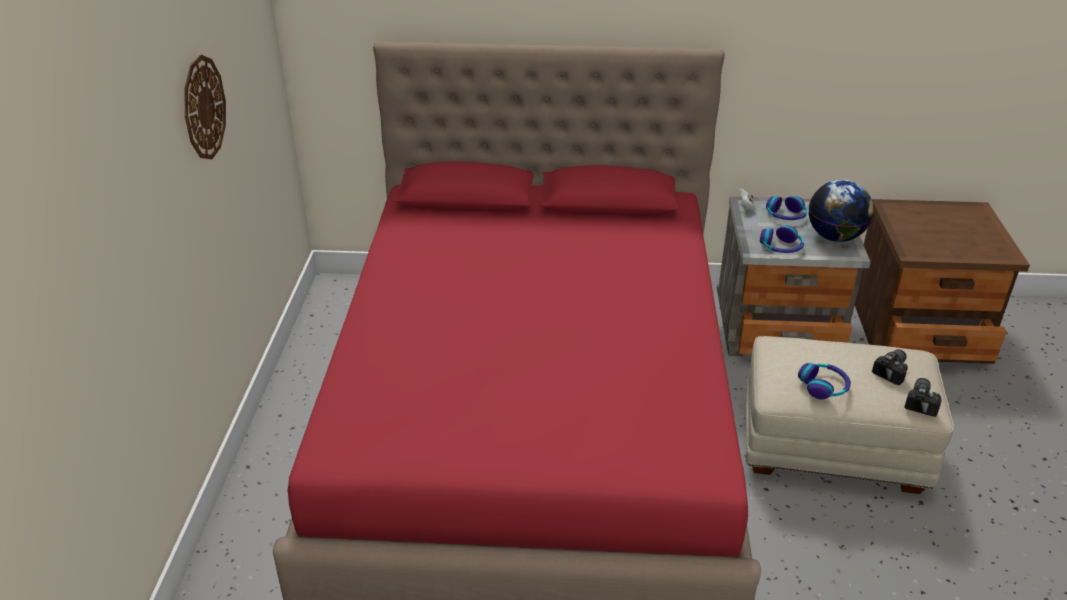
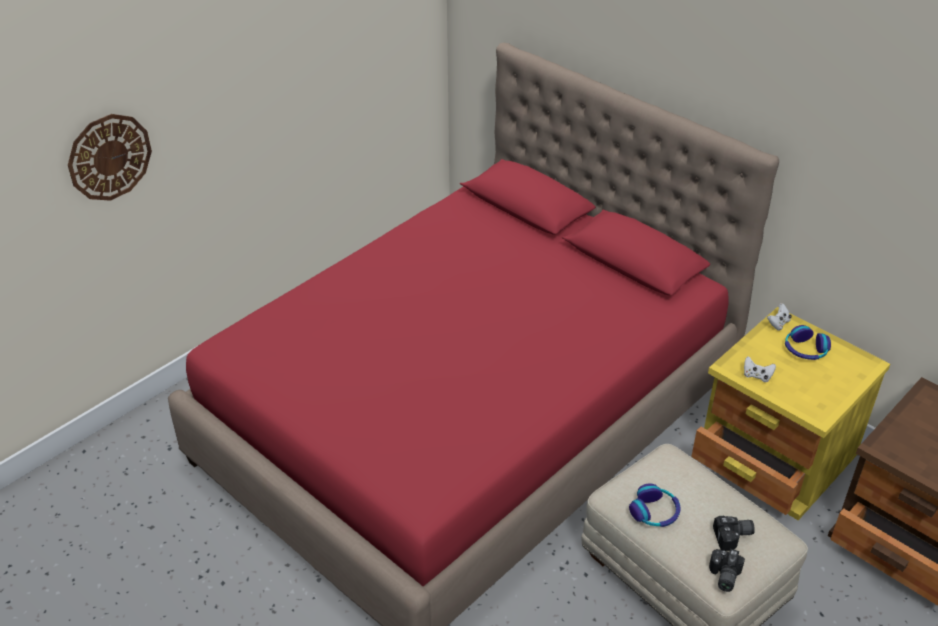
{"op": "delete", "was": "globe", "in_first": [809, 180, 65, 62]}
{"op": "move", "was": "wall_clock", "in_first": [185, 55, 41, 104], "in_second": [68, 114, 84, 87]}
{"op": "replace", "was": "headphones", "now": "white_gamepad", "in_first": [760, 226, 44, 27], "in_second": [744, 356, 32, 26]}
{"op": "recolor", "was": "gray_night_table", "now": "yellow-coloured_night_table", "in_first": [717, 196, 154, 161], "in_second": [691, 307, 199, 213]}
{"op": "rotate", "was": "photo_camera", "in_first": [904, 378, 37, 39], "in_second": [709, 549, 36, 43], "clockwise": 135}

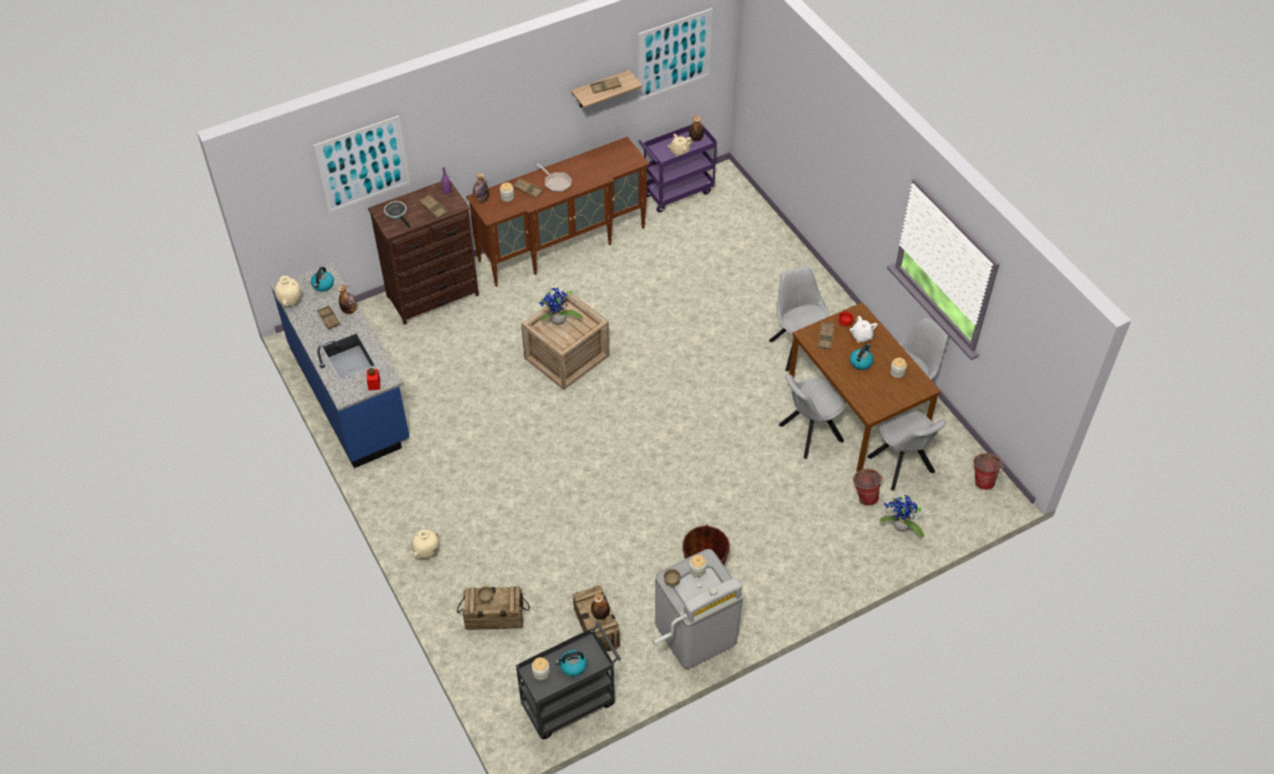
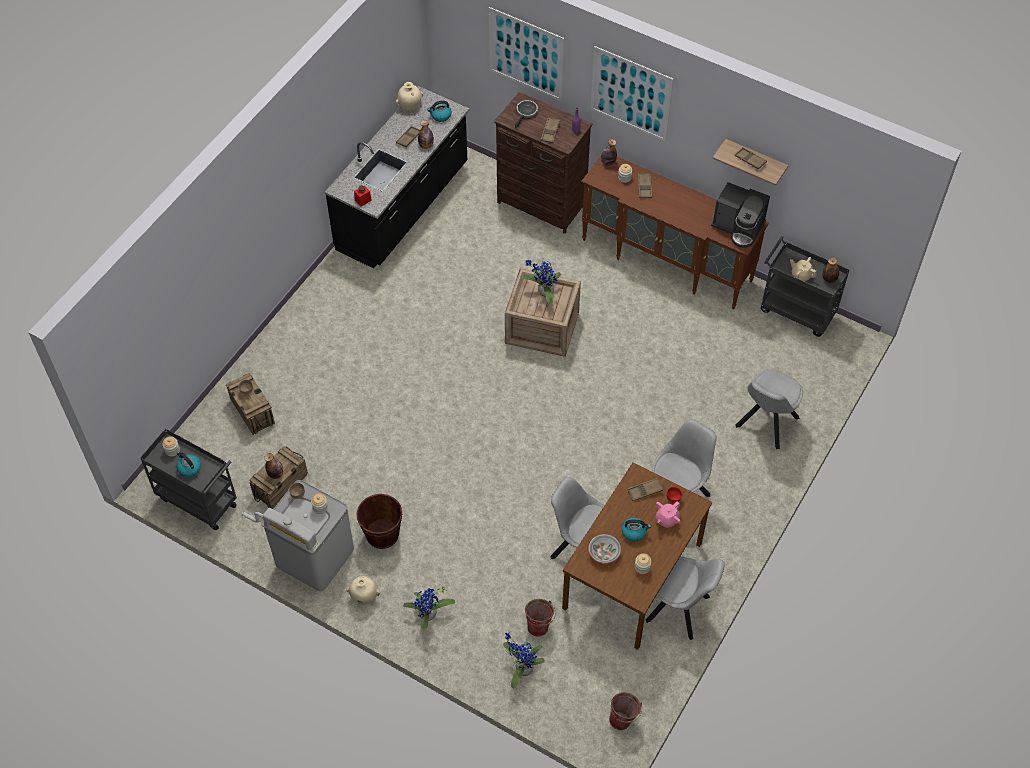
{"op": "delete", "was": "skillet", "in_first": [536, 164, 36, 28]}
{"op": "insert", "now": "houseplant", "in_second": [403, 587, 52, 43]}
{"op": "insert", "now": "serving_bowl", "in_second": [588, 534, 33, 29]}
{"op": "insert", "now": "coffee_maker", "in_second": [711, 182, 59, 66]}
{"op": "move", "was": "sand-coloured_vase", "in_first": [412, 529, 28, 30], "in_second": [346, 576, 34, 29]}
{"op": "move", "was": "picture", "in_first": [638, 8, 75, 94], "in_second": [590, 46, 84, 96]}
{"op": "move", "was": "gray_plain_chair", "in_first": [867, 409, 79, 82], "in_second": [735, 370, 68, 79]}
{"op": "recolor", "was": "blue-coloured_counter", "now": "black_counter", "in_first": [271, 262, 139, 206], "in_second": [325, 86, 144, 183]}
{"op": "recolor", "was": "purple_trolley", "now": "gray_trolley", "in_first": [638, 123, 79, 90], "in_second": [761, 236, 88, 101]}
{"op": "recolor", "was": "white_teapot", "now": "pink-coloured_teapot", "in_first": [850, 316, 28, 27], "in_second": [655, 501, 26, 27]}

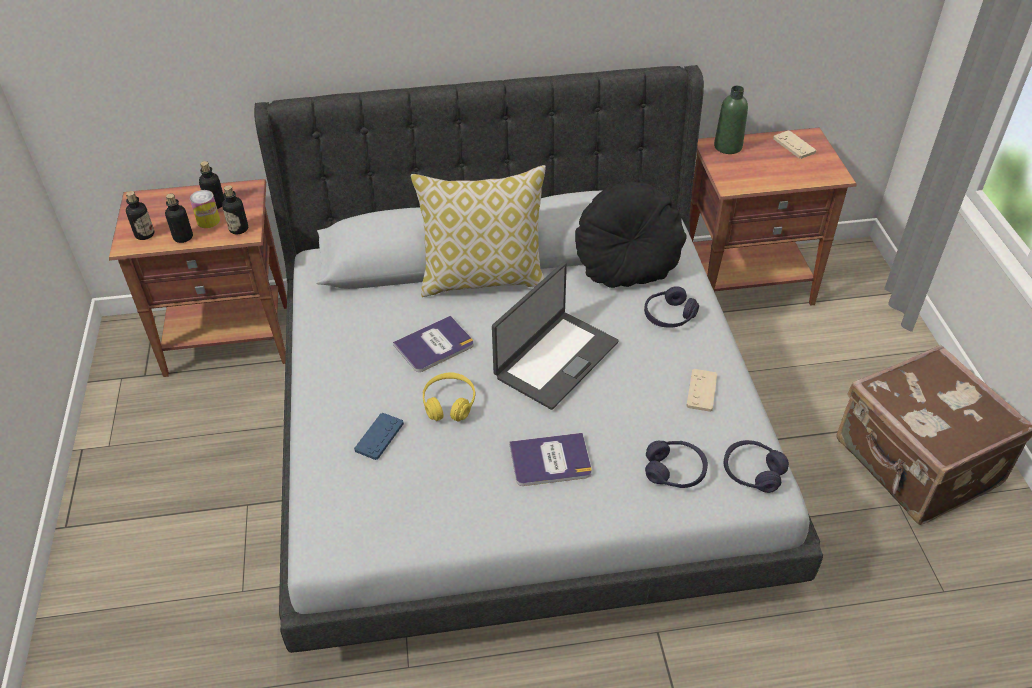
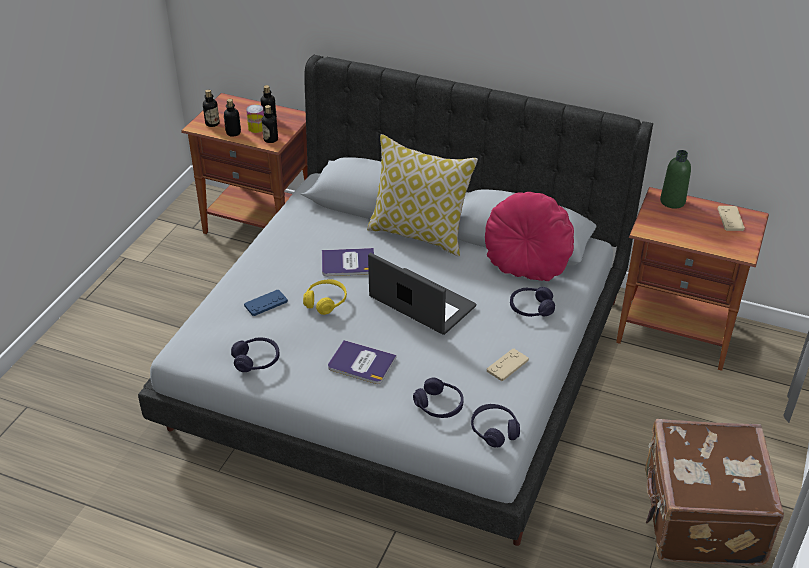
{"op": "insert", "now": "purple_headphones", "in_second": [231, 338, 49, 34]}
{"op": "recolor", "was": "black_pillow", "now": "pink-coloured_pillow", "in_first": [575, 182, 112, 106], "in_second": [485, 192, 89, 89]}
{"op": "rotate", "was": "laptop", "in_first": [492, 262, 127, 148], "in_second": [368, 253, 108, 82], "clockwise": -120}

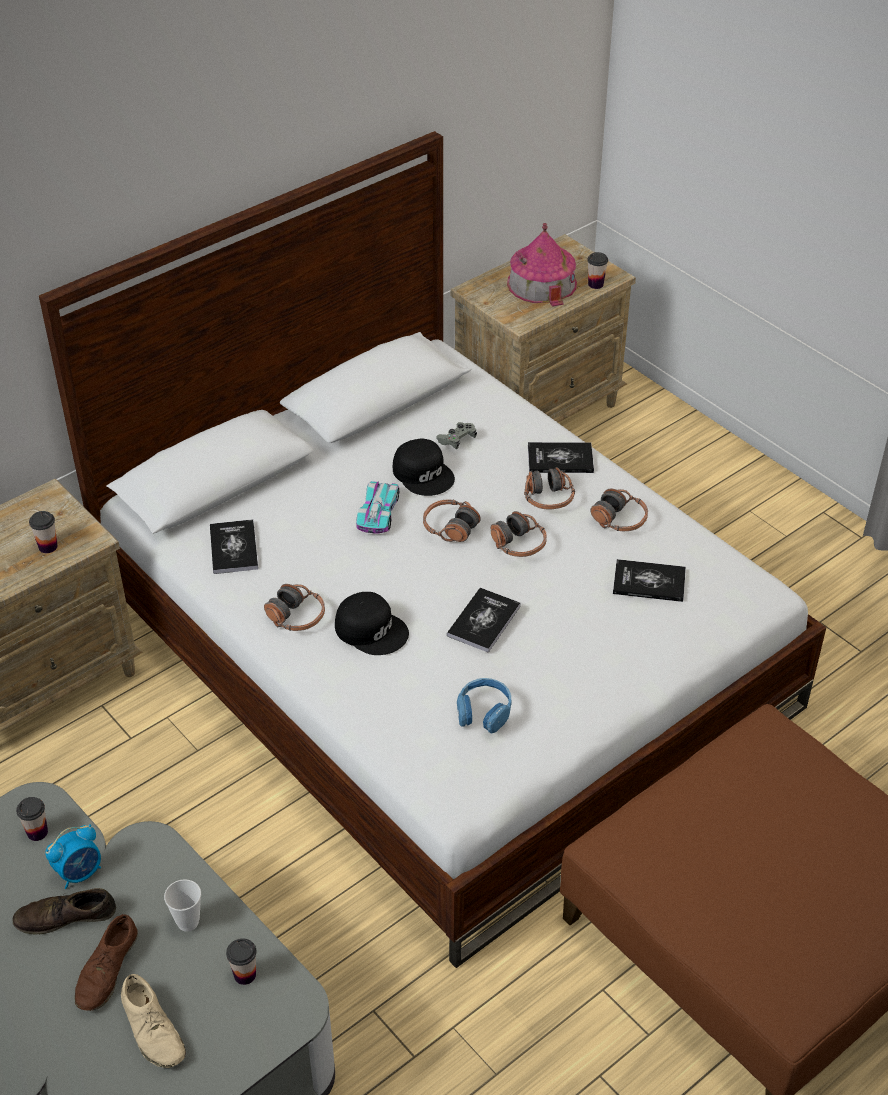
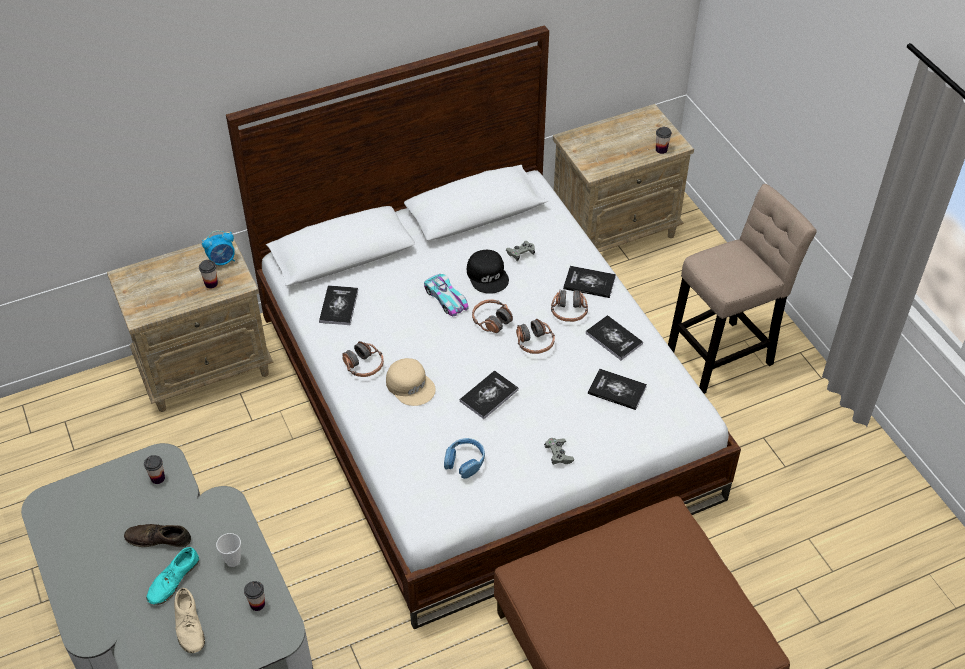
{"op": "delete", "was": "model_house", "in_first": [507, 223, 70, 84]}
{"op": "insert", "now": "gray_gamepad", "in_second": [544, 438, 30, 27]}
{"op": "insert", "now": "sand-coloured_stool", "in_second": [668, 184, 149, 210]}
{"op": "move", "was": "alarm_clock", "in_first": [45, 824, 56, 65], "in_second": [202, 230, 33, 35]}
{"op": "replace", "was": "headphones", "now": "bound_book", "in_first": [590, 488, 58, 43], "in_second": [586, 315, 57, 45]}
{"op": "recolor", "was": "brown-coloured_item_of_footwear", "now": "blue-green_item_of_footwear", "in_first": [74, 914, 64, 97], "in_second": [146, 547, 53, 58]}
{"op": "recolor", "was": "black_cap", "now": "sand-coloured_cap", "in_first": [335, 592, 74, 63], "in_second": [386, 358, 50, 48]}
{"op": "rotate", "was": "model_car", "in_first": [356, 481, 43, 53], "in_second": [424, 274, 44, 43], "clockwise": 120}

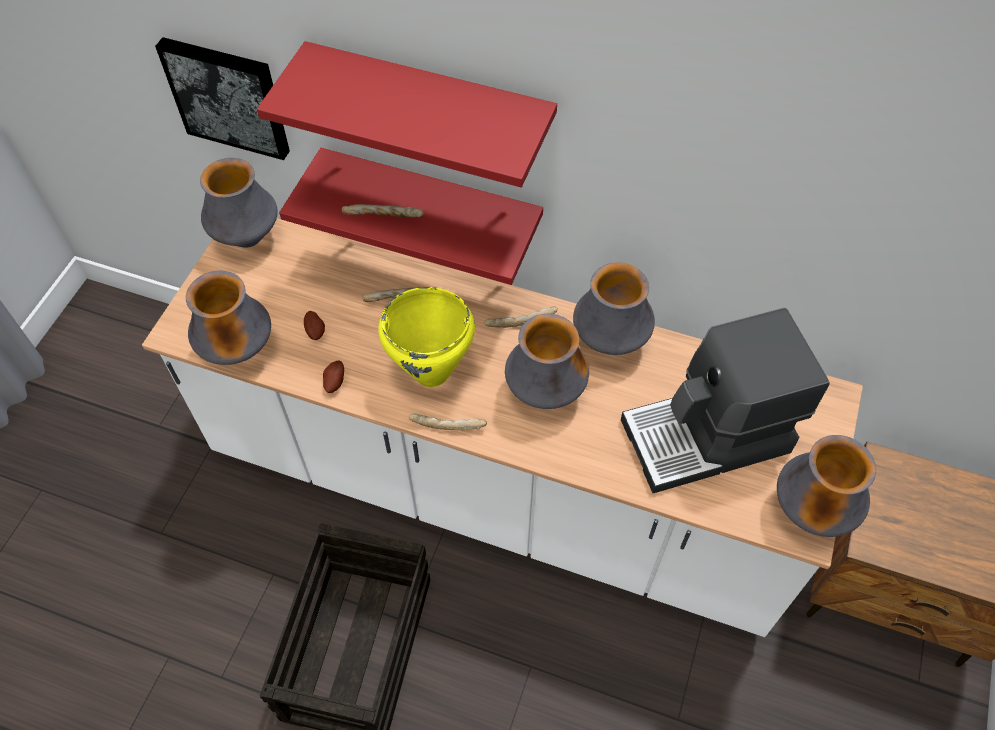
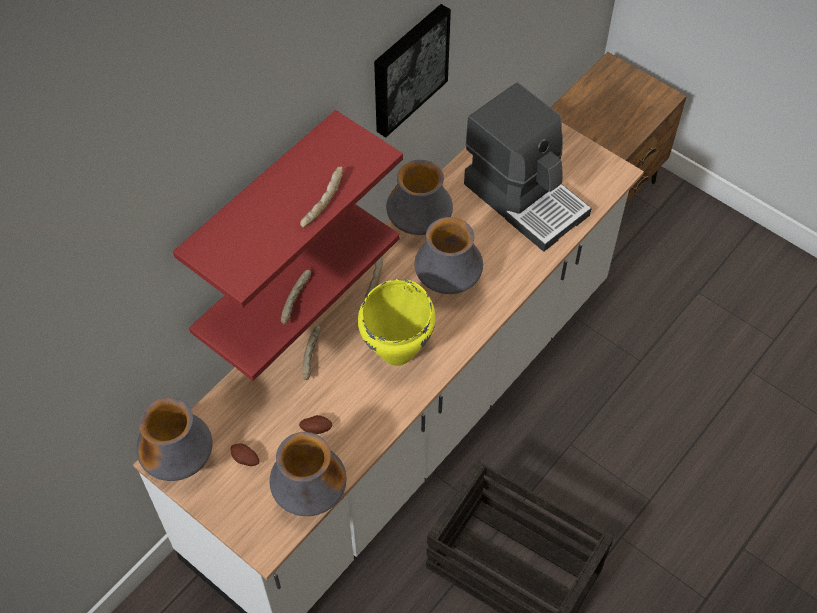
{"op": "delete", "was": "vase", "in_first": [777, 435, 99, 102]}
{"op": "move", "was": "picture", "in_first": [155, 37, 135, 123], "in_second": [374, 4, 77, 134]}
{"op": "move", "was": "spud", "in_first": [323, 361, 21, 32], "in_second": [231, 444, 28, 22]}
{"op": "move", "was": "bakery_bread", "in_first": [409, 413, 78, 18], "in_second": [300, 166, 43, 61]}
{"op": "rotate", "was": "coffee_maker", "in_first": [621, 308, 209, 185], "in_second": [464, 82, 128, 170], "clockwise": -45}

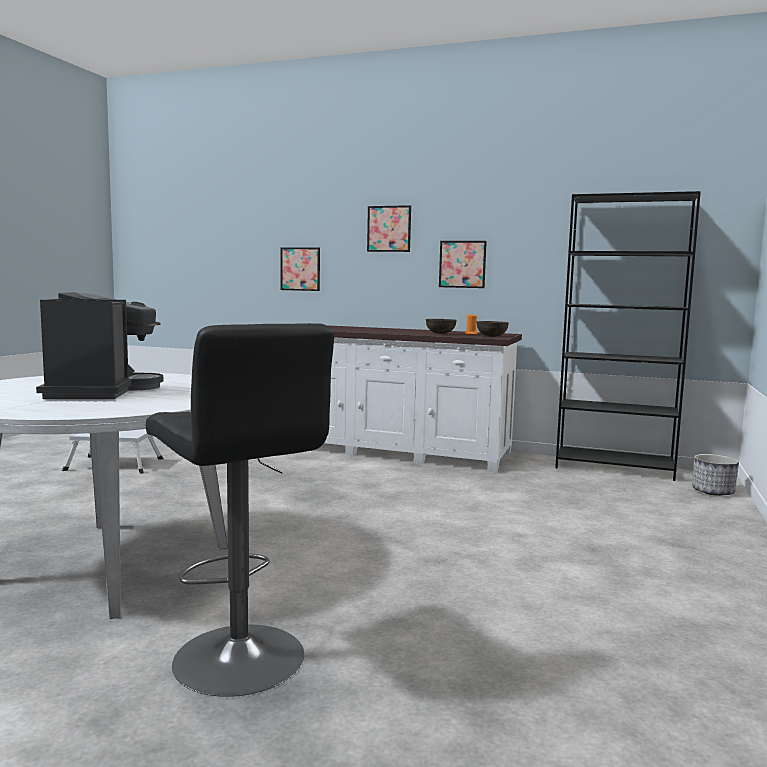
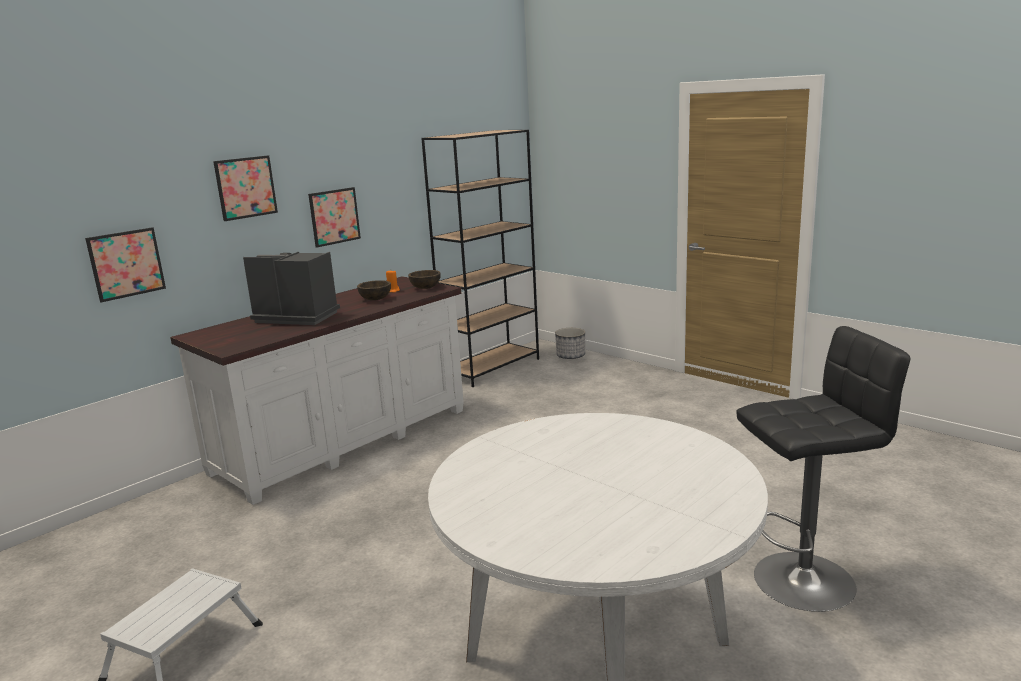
{"op": "move", "was": "coffee_maker", "in_first": [36, 292, 127, 107], "in_second": [243, 252, 97, 73]}
{"op": "recolor", "was": "black_bookcase", "now": "sand-coloured_bookcase", "in_first": [555, 191, 146, 290], "in_second": [421, 130, 118, 257]}

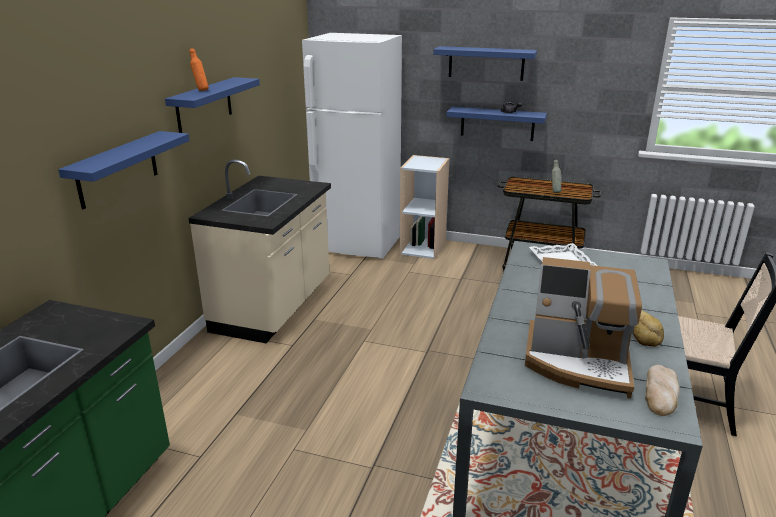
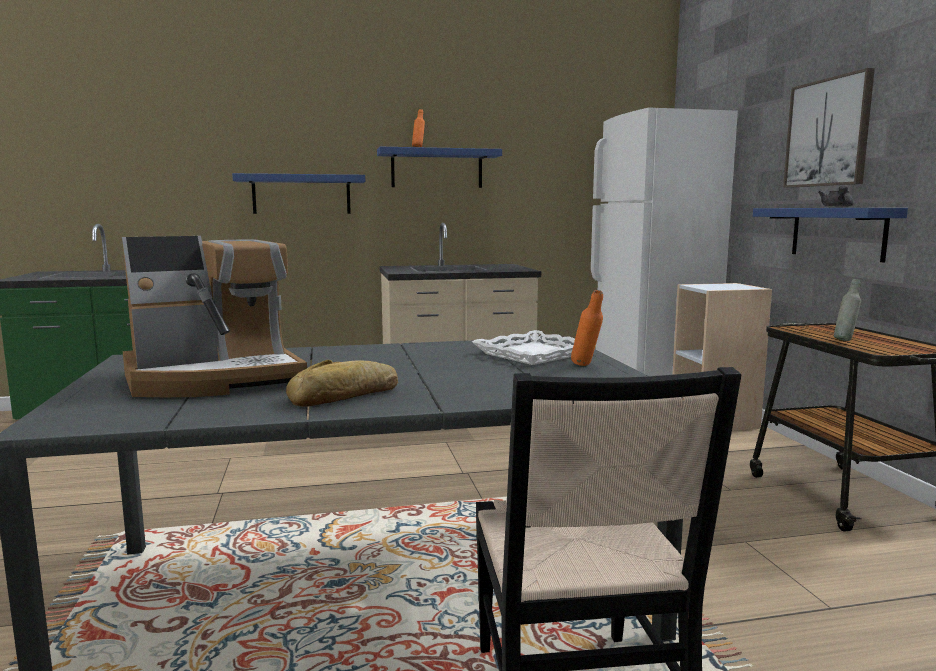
{"op": "delete", "was": "bakery_bread", "in_first": [645, 365, 34, 51]}
{"op": "insert", "now": "orangey_bottle", "in_second": [571, 290, 32, 76]}
{"op": "replace", "was": "blue-coloured_wall_shelf", "now": "picture", "in_first": [433, 46, 104, 35], "in_second": [783, 68, 92, 120]}
{"op": "rotate", "was": "coffee_maker", "in_first": [525, 257, 117, 142], "in_second": [122, 236, 185, 161], "clockwise": -105}

